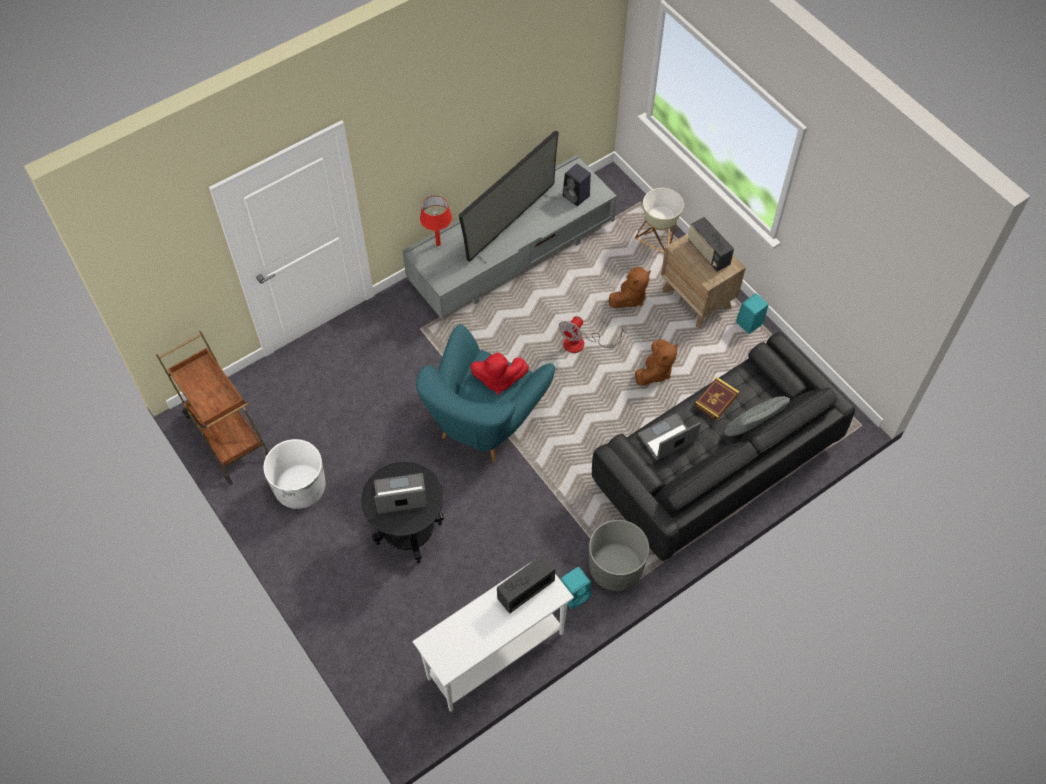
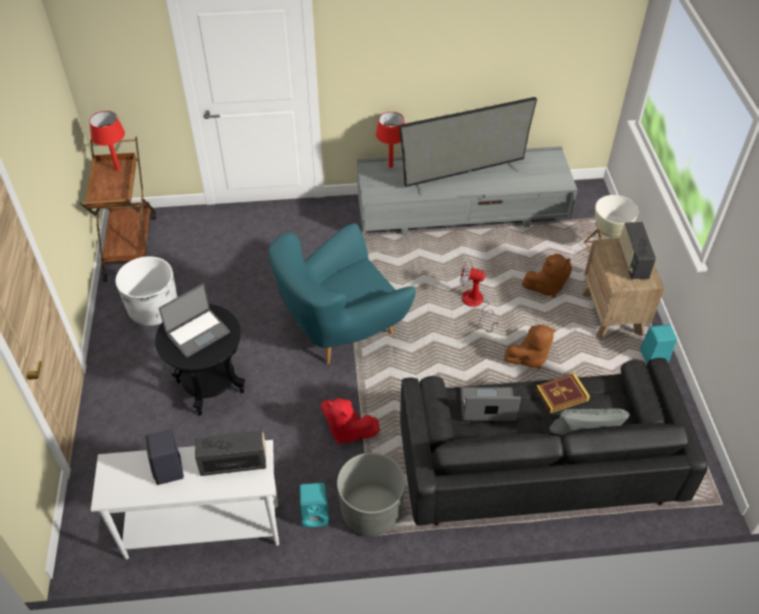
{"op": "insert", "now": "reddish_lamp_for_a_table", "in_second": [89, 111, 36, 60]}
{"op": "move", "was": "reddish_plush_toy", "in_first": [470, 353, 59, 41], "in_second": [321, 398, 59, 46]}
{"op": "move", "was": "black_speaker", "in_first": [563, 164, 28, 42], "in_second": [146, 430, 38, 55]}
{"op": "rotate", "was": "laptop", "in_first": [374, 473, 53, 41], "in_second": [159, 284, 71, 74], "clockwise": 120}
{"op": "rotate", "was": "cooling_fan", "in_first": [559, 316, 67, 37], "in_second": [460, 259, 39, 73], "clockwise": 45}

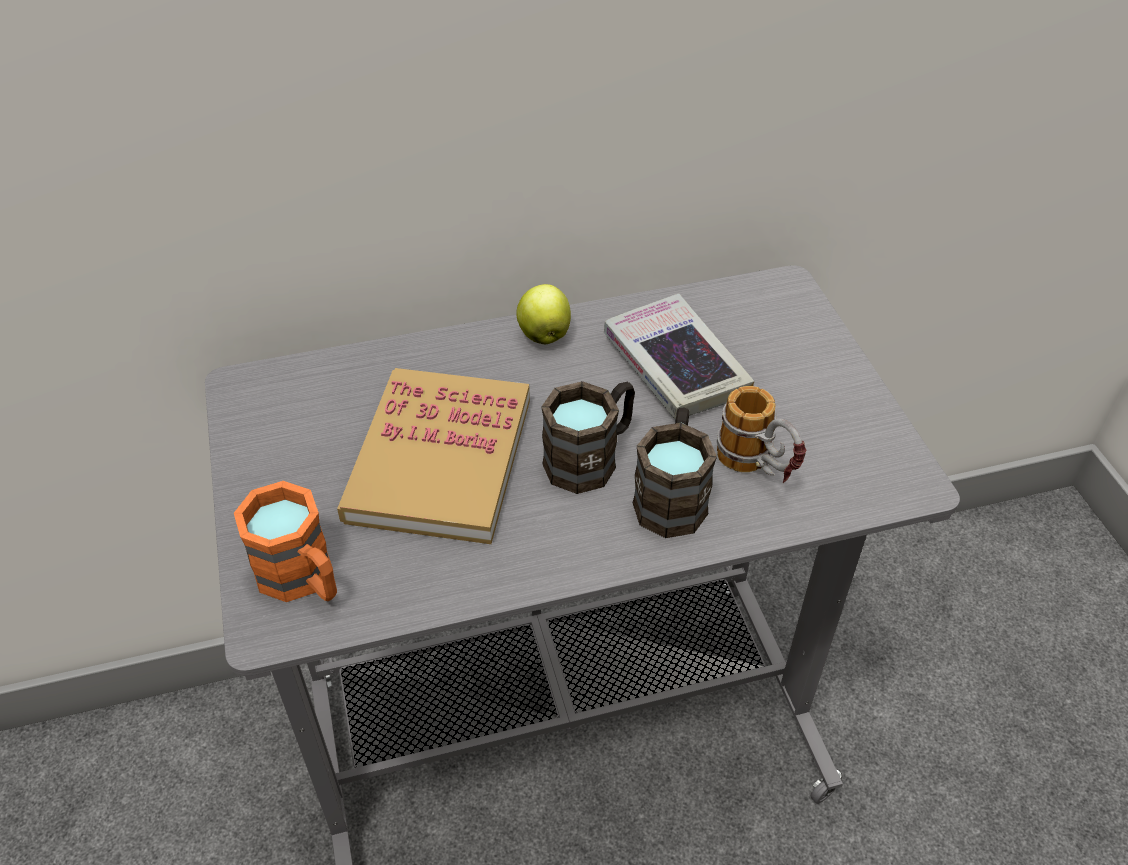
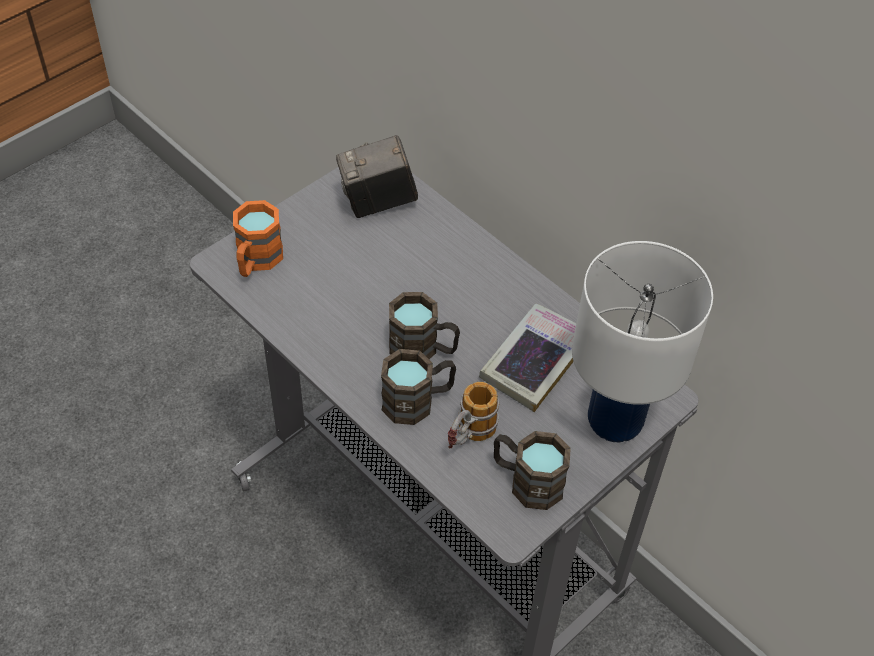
{"op": "delete", "was": "bound_book", "in_first": [337, 368, 193, 176]}
{"op": "delete", "was": "apple_fruit", "in_first": [516, 284, 55, 60]}
{"op": "insert", "now": "photo_camera", "in_second": [336, 135, 82, 83]}
{"op": "insert", "now": "brown-coloured_tea_mug", "in_second": [494, 431, 77, 79]}
{"op": "insert", "now": "white_lamp_for_a_table", "in_second": [572, 241, 141, 202]}

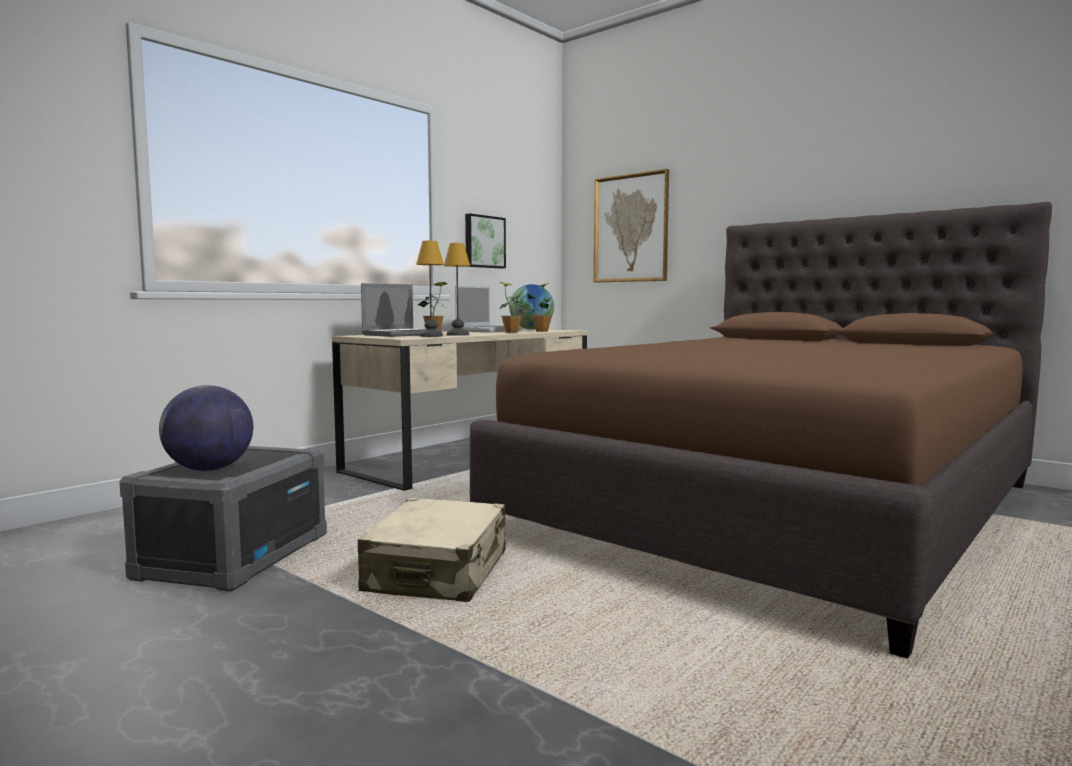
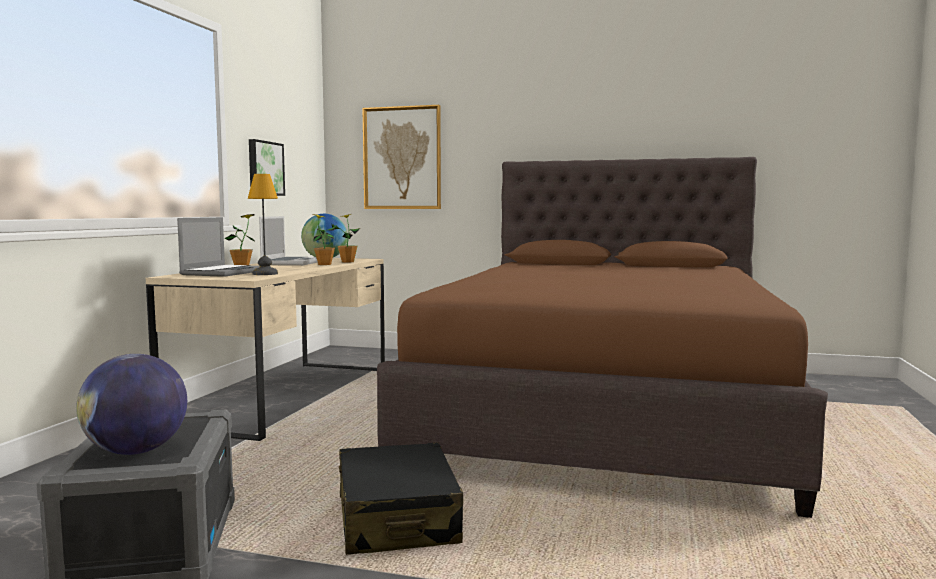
{"op": "delete", "was": "lamp_for_a_table", "in_first": [444, 243, 26, 93]}
{"op": "recolor", "was": "sand-coloured_suitcase", "now": "black_suitcase", "in_first": [358, 498, 148, 104], "in_second": [339, 443, 124, 112]}

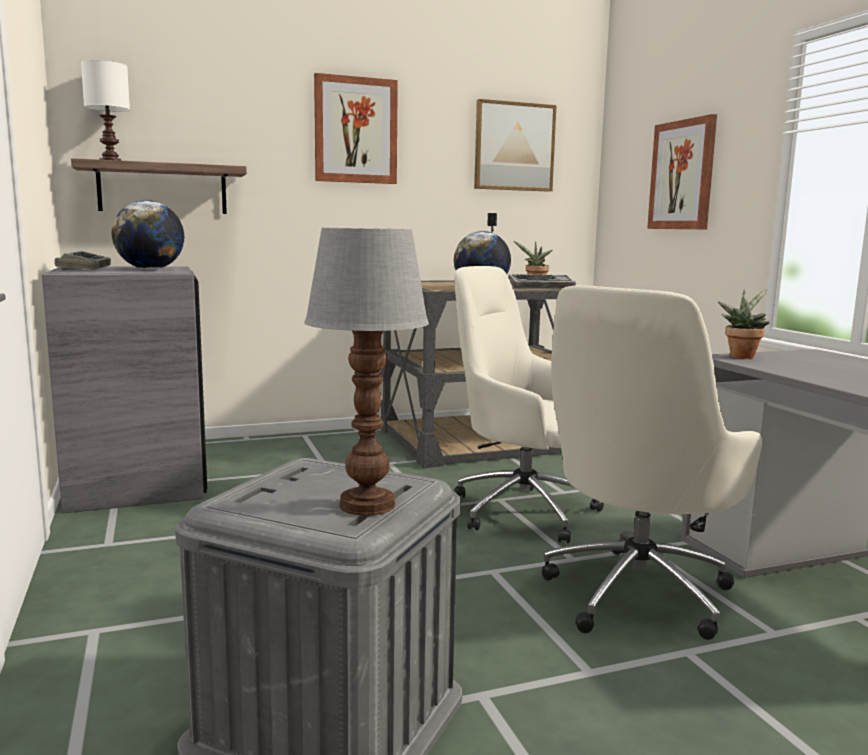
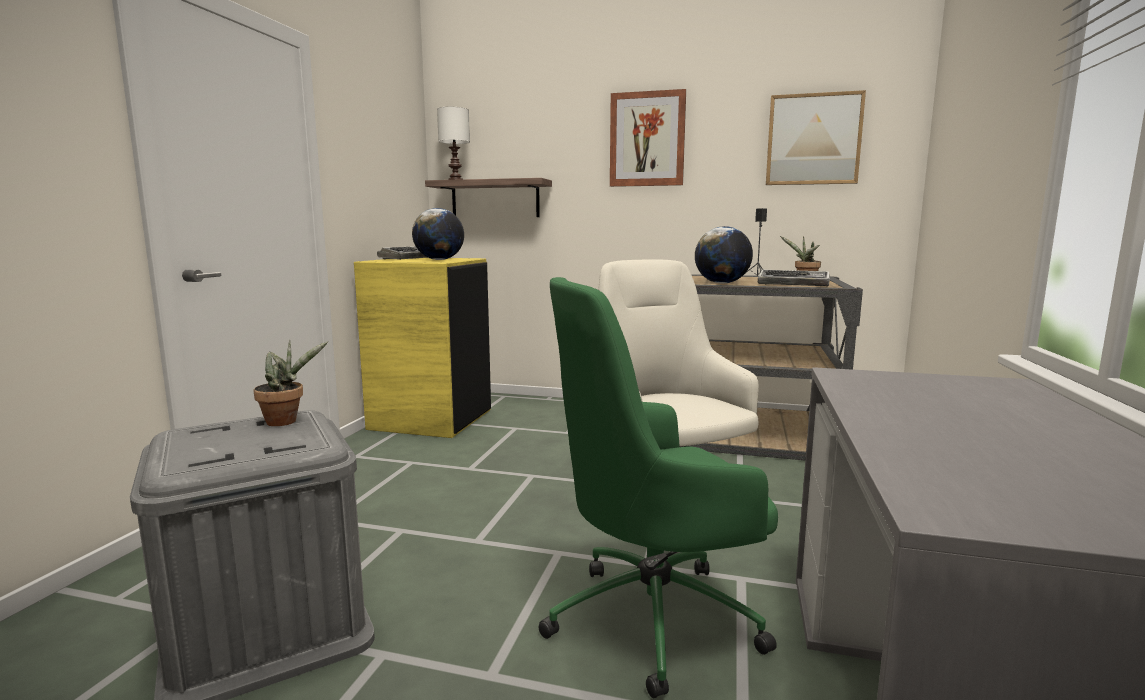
{"op": "delete", "was": "lamp_for_a_table", "in_first": [304, 228, 125, 288]}
{"op": "delete", "was": "picture", "in_first": [647, 114, 70, 115]}
{"op": "move", "was": "houseplant", "in_first": [718, 289, 52, 70], "in_second": [253, 340, 75, 86]}
{"op": "recolor", "was": "gray_cabinet", "now": "yellow-coloured_cabinet", "in_first": [42, 266, 165, 247], "in_second": [354, 258, 137, 180]}
{"op": "recolor", "was": "sand-coloured_computer_chair", "now": "green_computer_chair", "in_first": [542, 285, 220, 355], "in_second": [539, 277, 239, 421]}

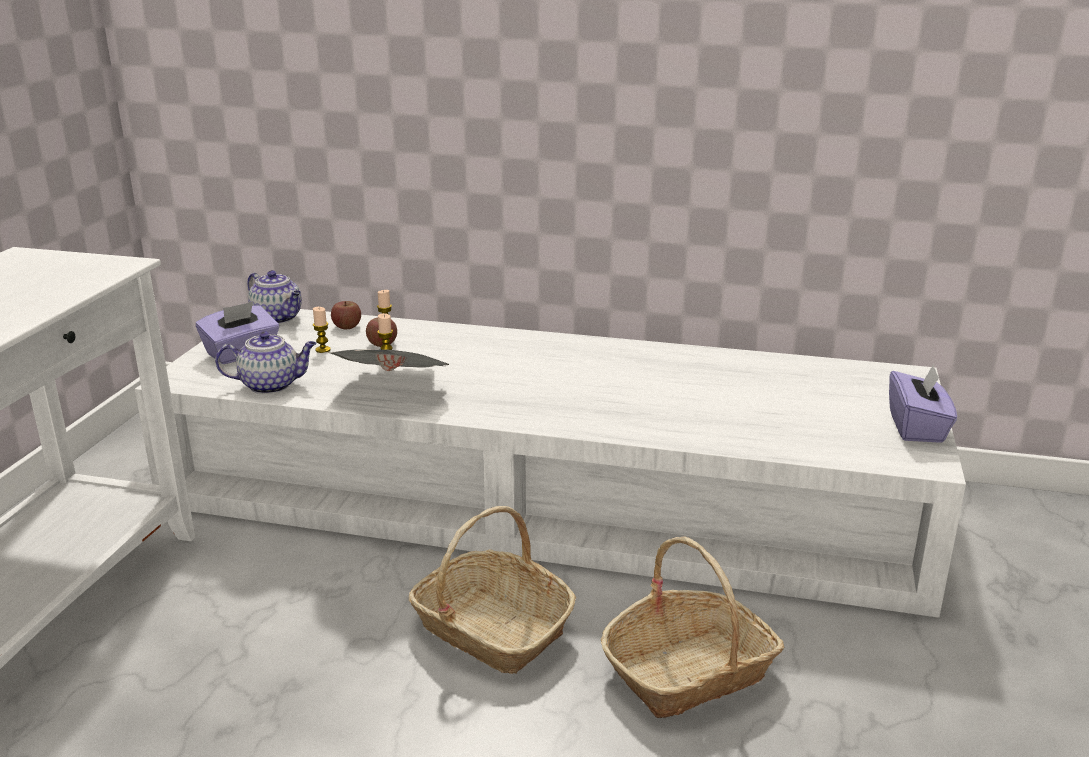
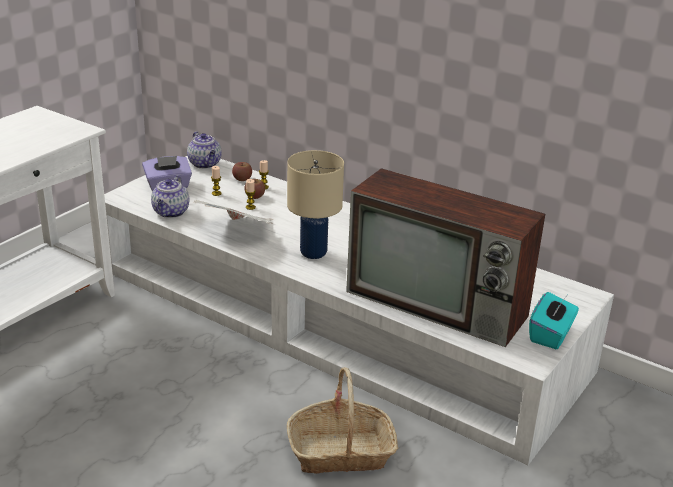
{"op": "delete", "was": "basket", "in_first": [409, 506, 167, 168]}
{"op": "insert", "now": "sand-coloured_lamp_for_a_table", "in_second": [287, 150, 57, 109]}
{"op": "insert", "now": "television", "in_second": [346, 168, 199, 179]}
{"op": "recolor", "was": "purple_tissue_box", "now": "blue-green_tissue_box", "in_first": [889, 364, 68, 79], "in_second": [529, 292, 50, 57]}
{"op": "rotate", "was": "teapot", "in_first": [215, 331, 102, 63], "in_second": [151, 175, 38, 43], "clockwise": 90}

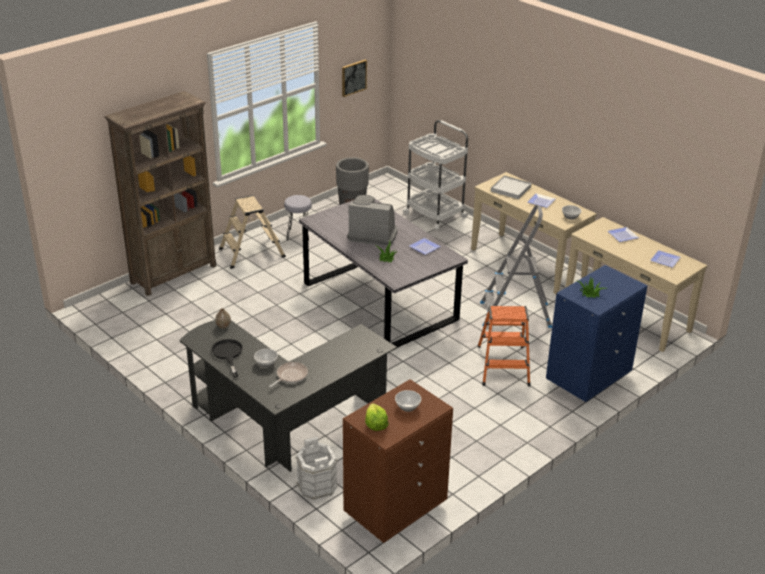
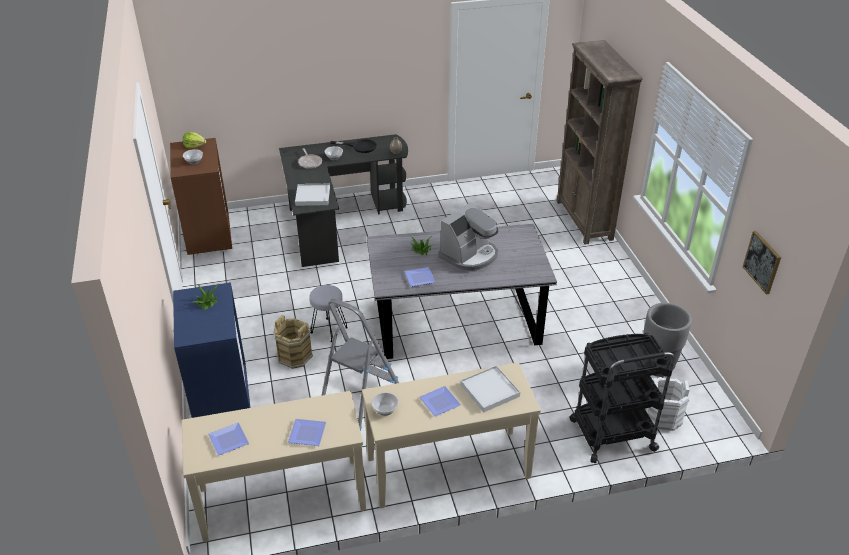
{"op": "delete", "was": "sand-coloured_step_stool", "in_first": [219, 195, 67, 74]}
{"op": "insert", "now": "white_tray", "in_second": [295, 184, 35, 22]}
{"op": "move", "was": "gray_stool", "in_first": [284, 195, 28, 46], "in_second": [309, 285, 39, 57]}
{"op": "move", "was": "white_bucket", "in_first": [295, 437, 43, 63], "in_second": [645, 377, 44, 54]}
{"op": "replace", "was": "orangey_step_stool", "now": "brown-coloured_bucket", "in_first": [478, 306, 52, 81], "in_second": [273, 315, 40, 54]}
{"op": "recolor", "was": "white_trolley", "now": "black_trolley", "in_first": [403, 120, 65, 111], "in_second": [569, 333, 106, 130]}

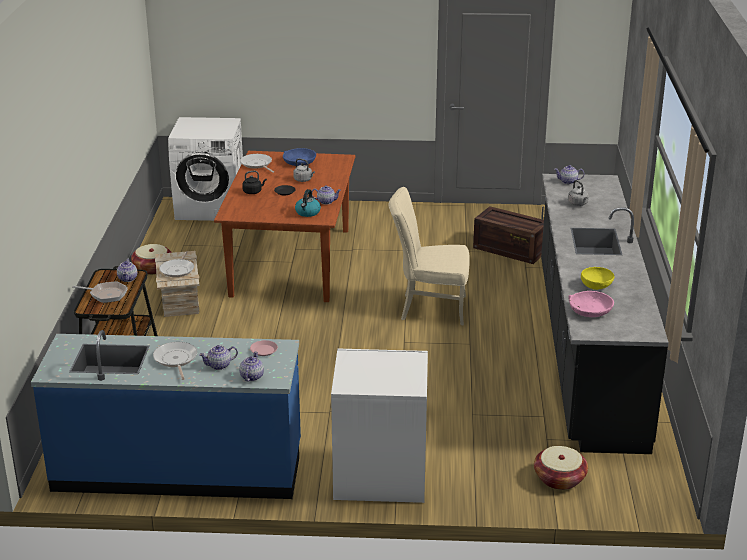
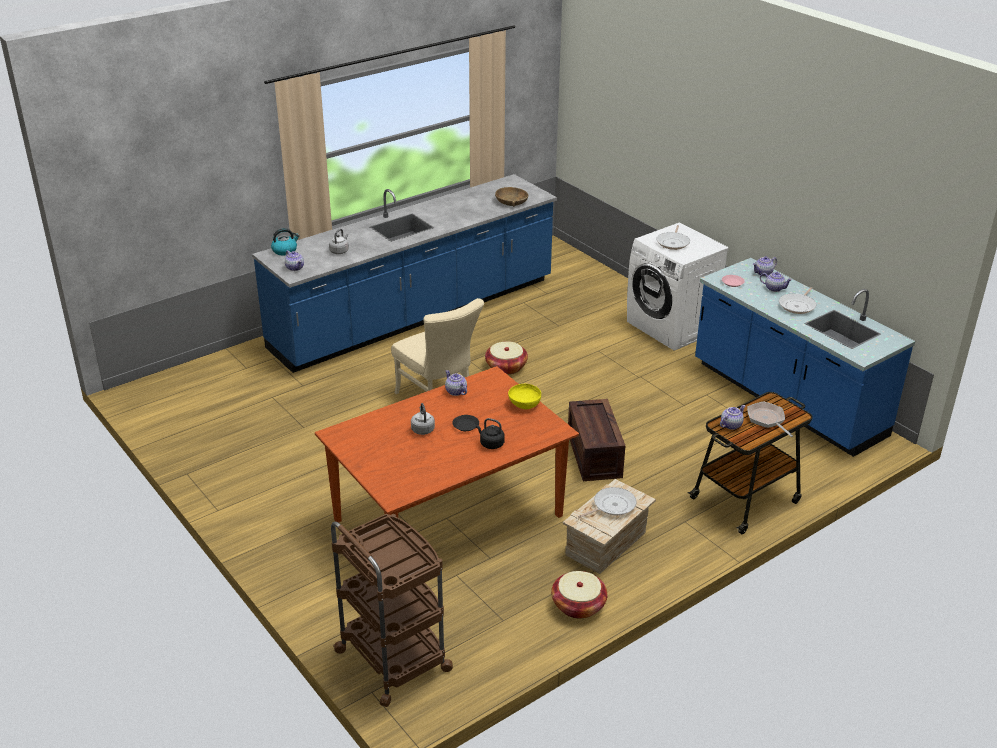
{"op": "delete", "was": "blue-coloured_serving_bowl", "in_first": [283, 148, 33, 18]}
{"op": "move", "was": "skillet", "in_first": [240, 154, 34, 19], "in_second": [656, 225, 34, 25]}
{"op": "move", "was": "kettle", "in_first": [295, 189, 26, 28], "in_second": [271, 228, 29, 28]}
{"op": "move", "was": "packing_crate", "in_first": [473, 206, 71, 58], "in_second": [568, 399, 57, 82]}
{"op": "move", "was": "basket", "in_first": [534, 446, 54, 44], "in_second": [485, 341, 43, 34]}
{"op": "move", "was": "yellow-coloured_serving_bowl", "in_first": [581, 267, 33, 23], "in_second": [508, 384, 33, 25]}
{"op": "replace", "was": "white_washing_machine", "now": "brown-coloured_trolley", "in_first": [168, 117, 75, 104], "in_second": [331, 514, 122, 193]}
{"op": "recolor", "was": "black_counter", "now": "blue-coloured_counter", "in_first": [541, 174, 128, 280], "in_second": [252, 174, 305, 199]}
{"op": "recolor", "was": "pink-coloured_serving_bowl", "now": "brown-coloured_serving_bowl", "in_first": [569, 291, 45, 26], "in_second": [495, 187, 33, 20]}

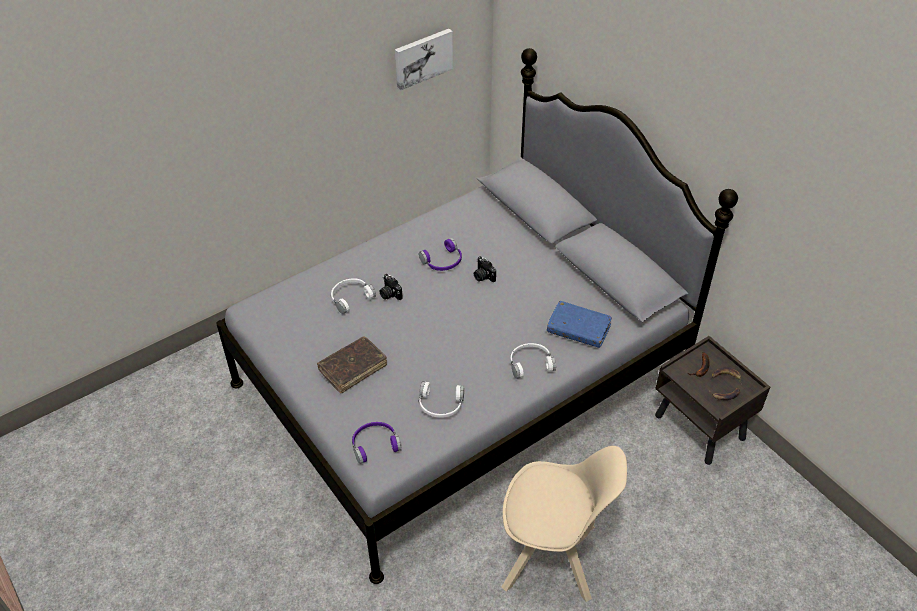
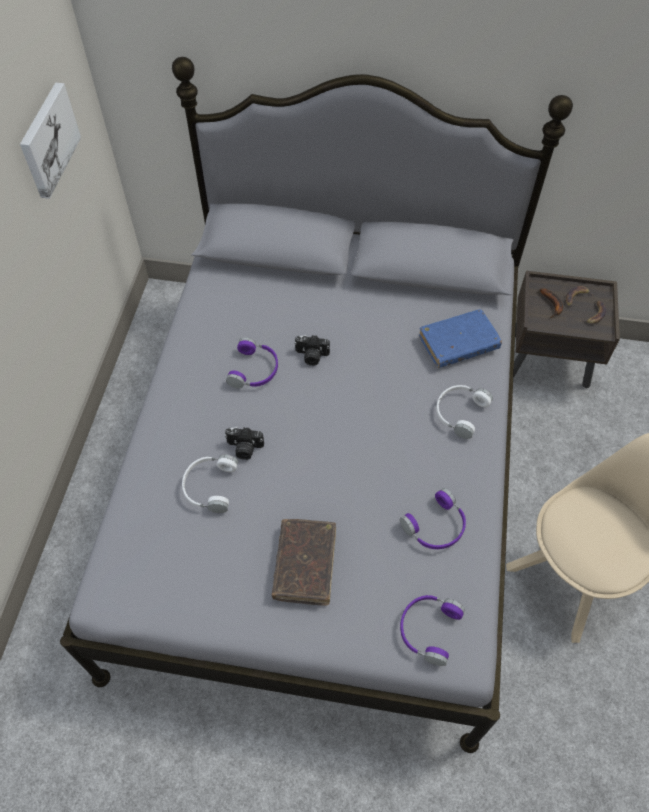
{"op": "recolor", "was": "white_headphones", "now": "purple_headphones", "in_first": [419, 381, 45, 37], "in_second": [400, 488, 66, 61]}

